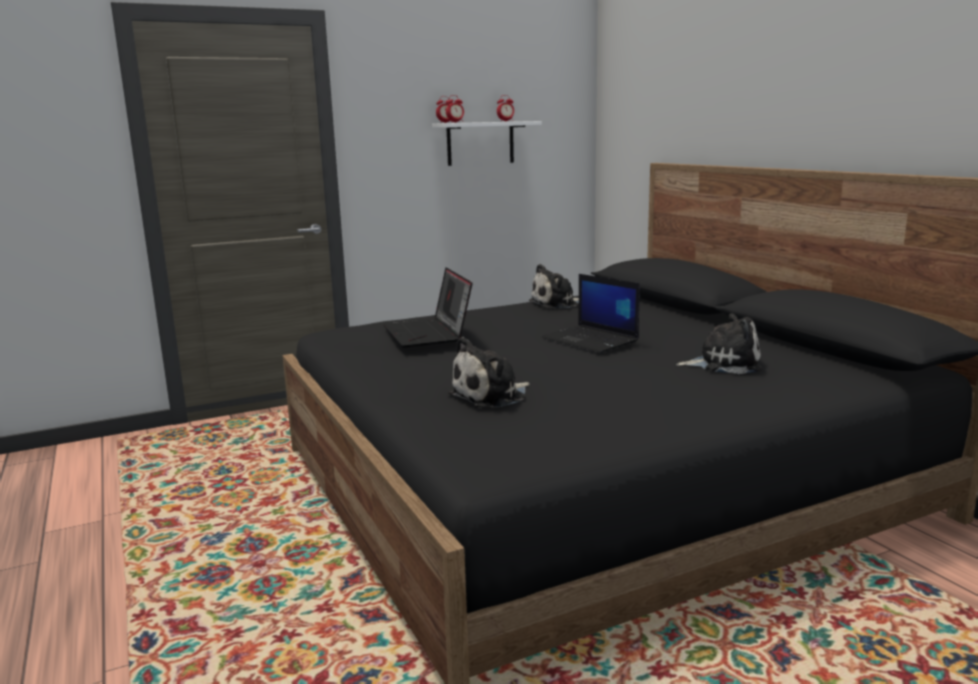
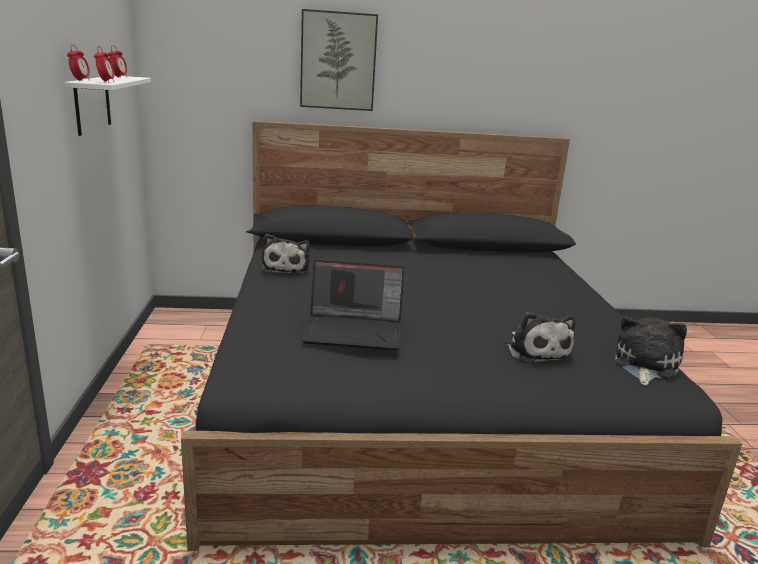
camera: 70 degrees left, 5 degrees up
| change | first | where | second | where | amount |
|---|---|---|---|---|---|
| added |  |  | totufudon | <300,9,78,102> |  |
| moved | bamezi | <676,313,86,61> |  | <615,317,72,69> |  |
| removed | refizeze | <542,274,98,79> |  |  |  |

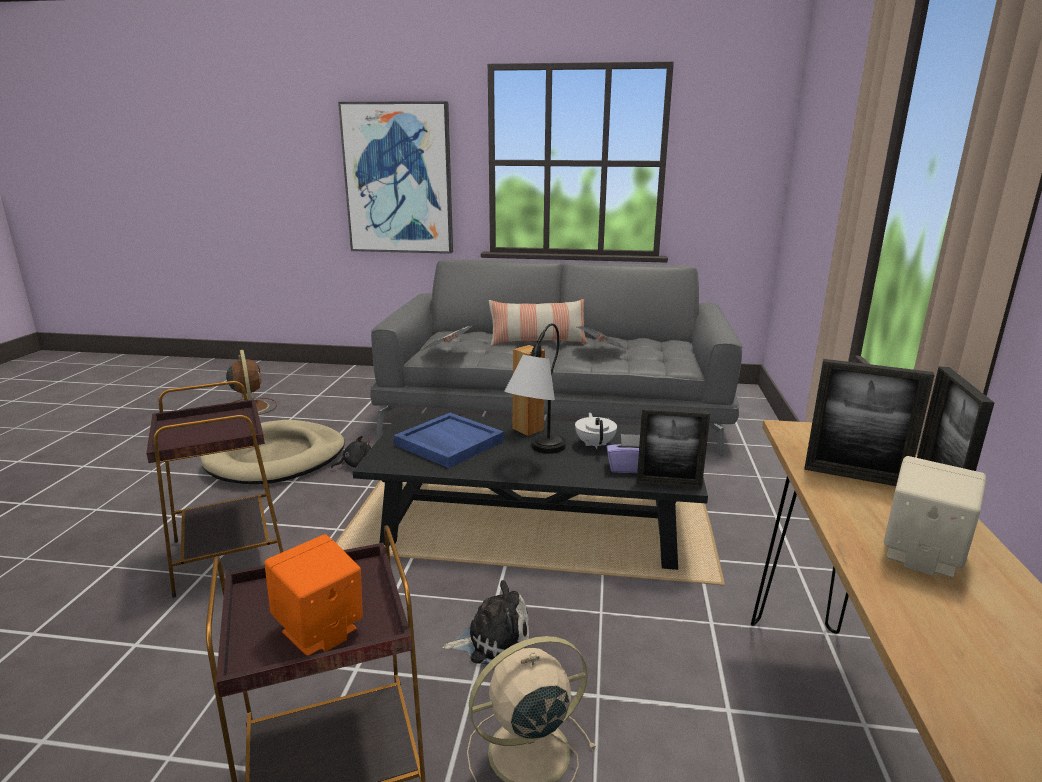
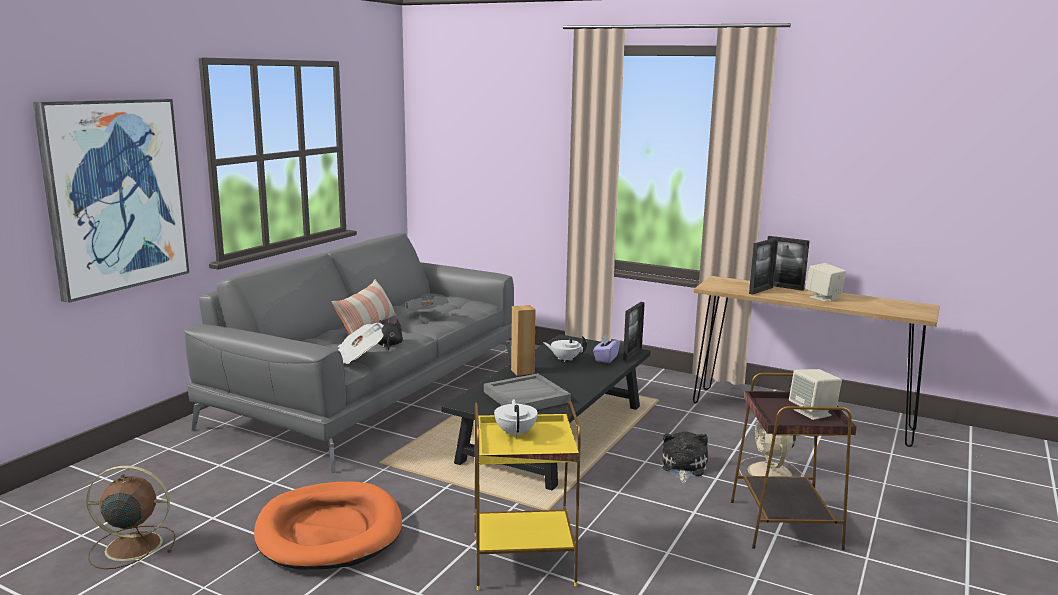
camera: 70 degrees left, 5 degrees down
| change | first | where | second | where | amount |
|---|---|---|---|---|---|
| recoloured | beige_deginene | <200,420,145,64> | orange_deginene | <254,482,148,88> |  |
| moved | black_bamezi | <331,436,40,32> |  | <378,319,25,32> |  |
| recoloured | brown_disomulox | <146,381,137,217> | yellow_disomulox | <475,401,106,189> |  |
| recoloured | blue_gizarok | <394,413,110,55> | grey_gizarok | <484,373,87,37> |  |
| added |  |  | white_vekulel | <494,399,44,39> |  |
| recoloured | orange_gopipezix | <264,534,99,122> | beige_gopipezix | <789,369,53,51> |  |
| removed | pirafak | <505,323,61,131> |  |  |  |

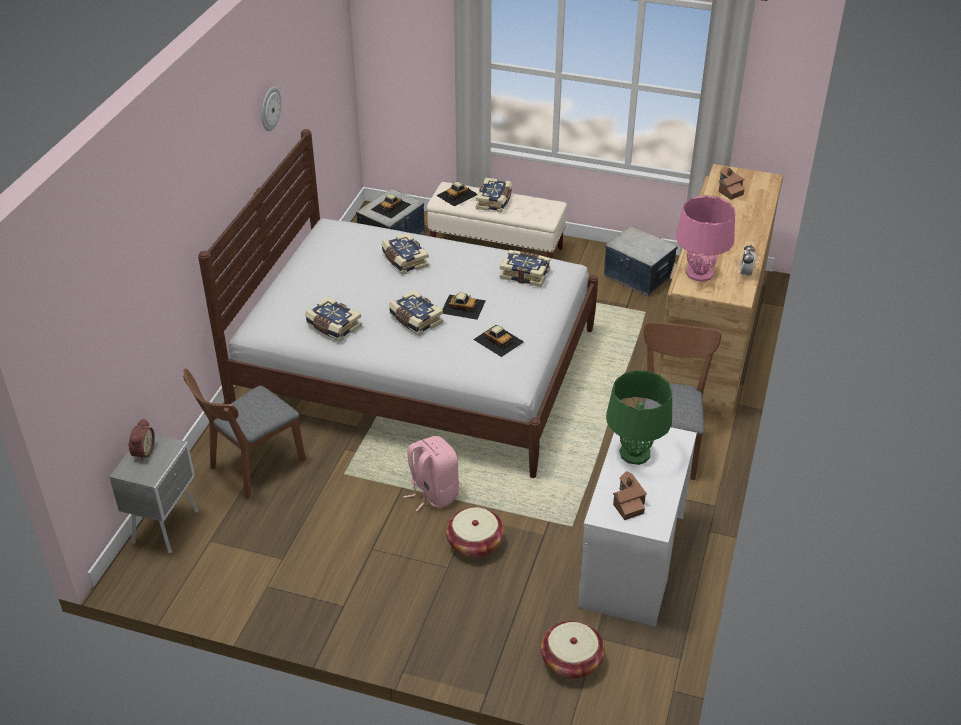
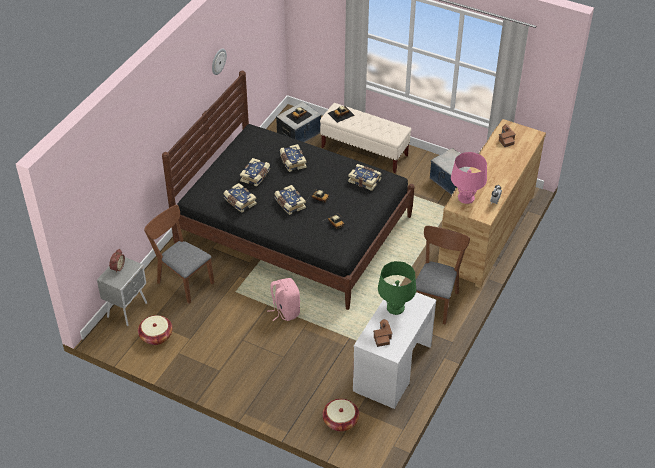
camera: 10 degrees right, 5 degrees up
| change | first | where | second | where | amount |
|---|---|---|---|---|---|
| moved | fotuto | <446,507,58,51> |  | <138,315,35,30> |  |
| turned | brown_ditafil | <183,369,123,130> |  | <144,205,70,99> | 75 degrees clockwise |
| recoloured | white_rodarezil | <198,129,400,349> | black_rodarezil | <162,71,253,239> |  |
| moved | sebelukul | <476,178,36,35> |  | <240,158,30,29> |  |

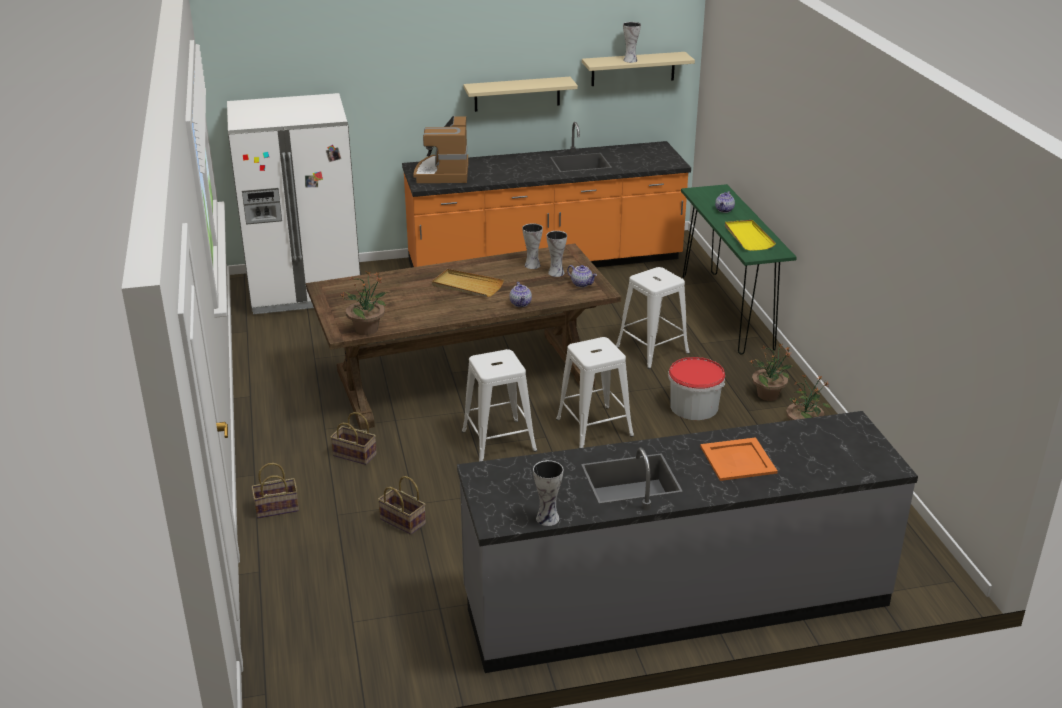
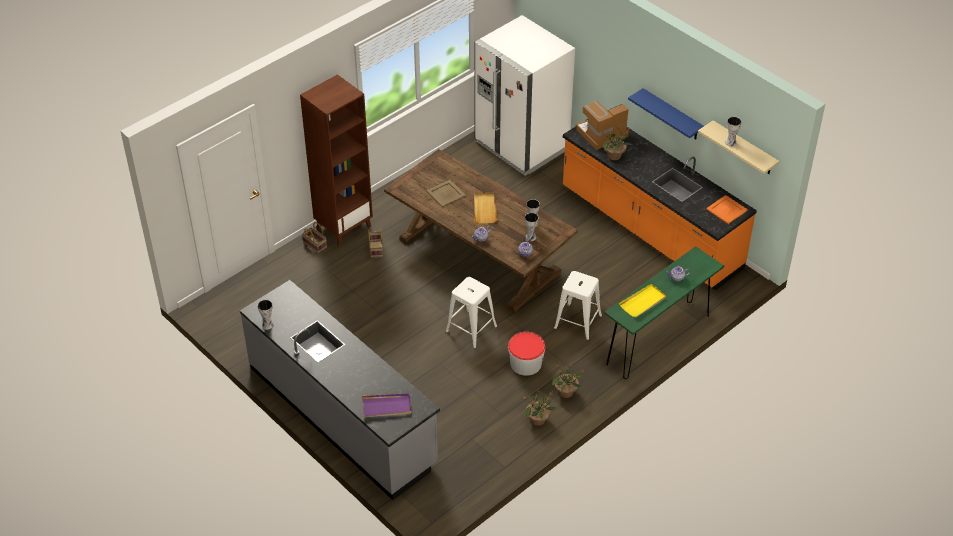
camera: 60 degrees right, 15 degrees up
| change | first | where | second | where | amount |
|---|---|---|---|---|---|
| added |  |  | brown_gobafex | <300,74,73,172> |  |
| added |  |  | purple_gizarok | <362,394,49,23> |  |
| added |  |  | beige_gizarok | <427,180,39,27> |  |
| moved | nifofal | <340,271,47,64> |  | <602,125,30,35> |  |
| recoloured | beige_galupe | <463,77,115,35> | blue_galupe | <628,88,76,51> |  |
| moved | orange_gizarok | <700,437,78,44> |  | <706,195,42,29> |  |
| removed | fotuto | <378,476,48,59> |  |  |  |
| removed | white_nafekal | <462,349,75,112> |  |  |  |

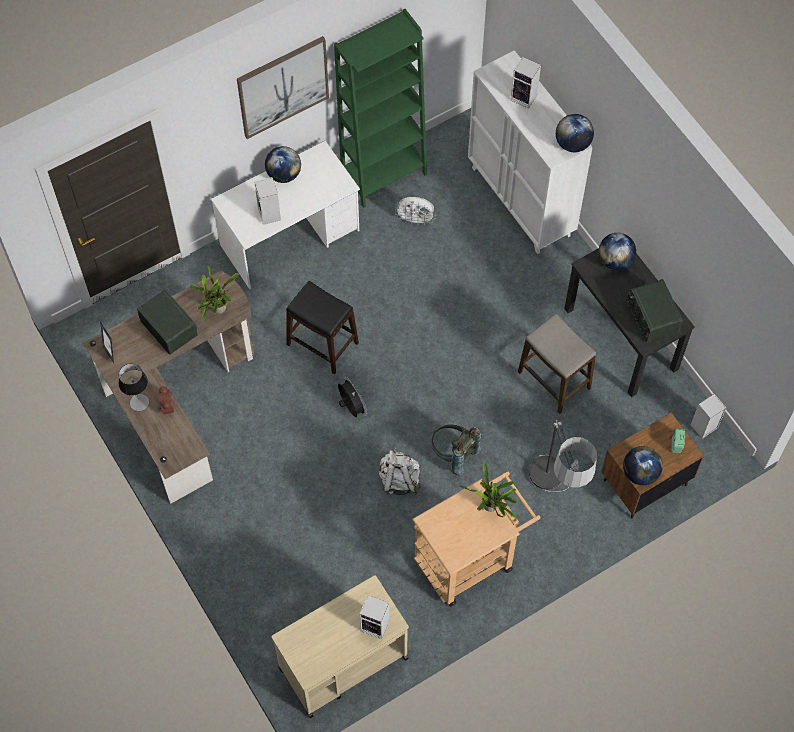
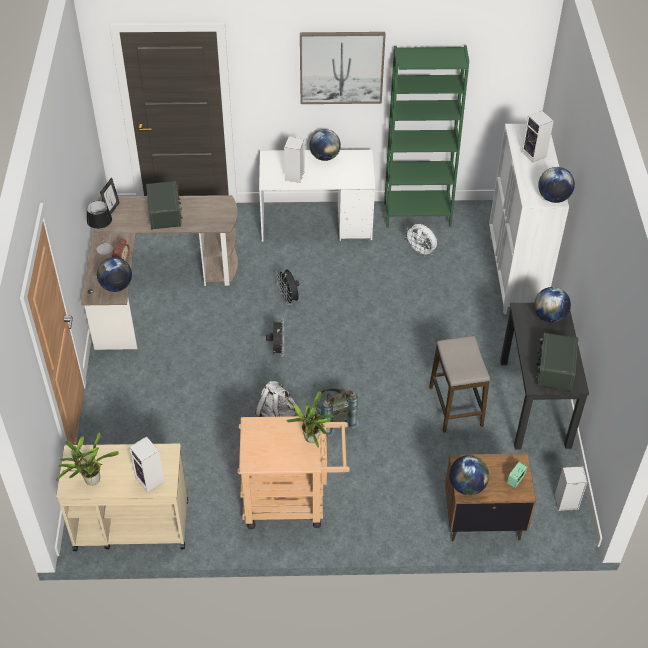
camera: 30 degrees right, 15 degrees down
| change | first | where | second | where | amount |
|---|---|---|---|---|---|
| moved | nifofal | <190,266,49,56> |  | <56,433,63,53> |  |
| added |  |  | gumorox | <97,257,35,35> |  |
| replaced | black_nafekal | <286,281,73,93> | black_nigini | <276,270,23,35> |  |
| removed | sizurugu | <529,420,68,72> |  |  |  |

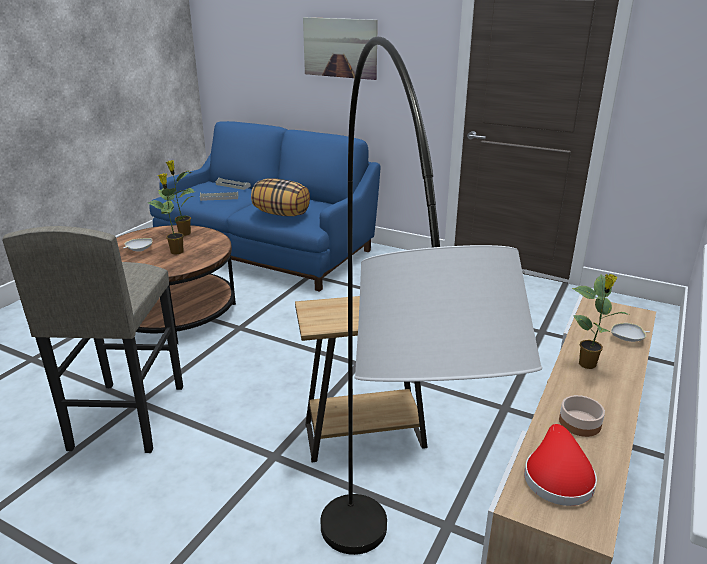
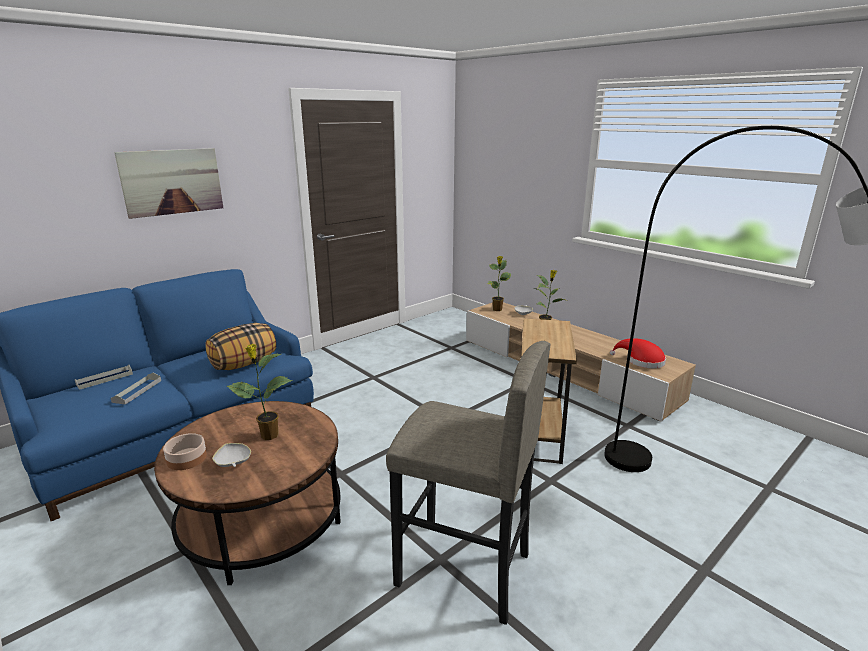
camera: 70 degrees left, 5 degrees down
| change | first | where | second | where | amount |
|---|---|---|---|---|---|
| moved | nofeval | <559,395,46,42> |  | <163,433,44,37> |  |
| moved | nifofal | <158,160,37,76> |  | <487,256,24,55> |  |

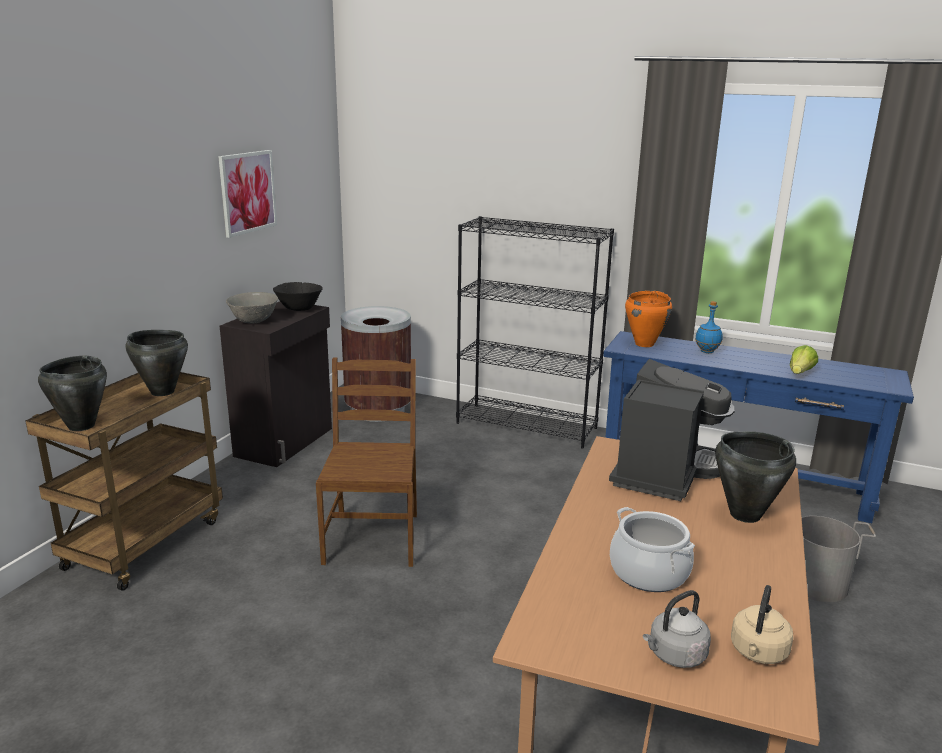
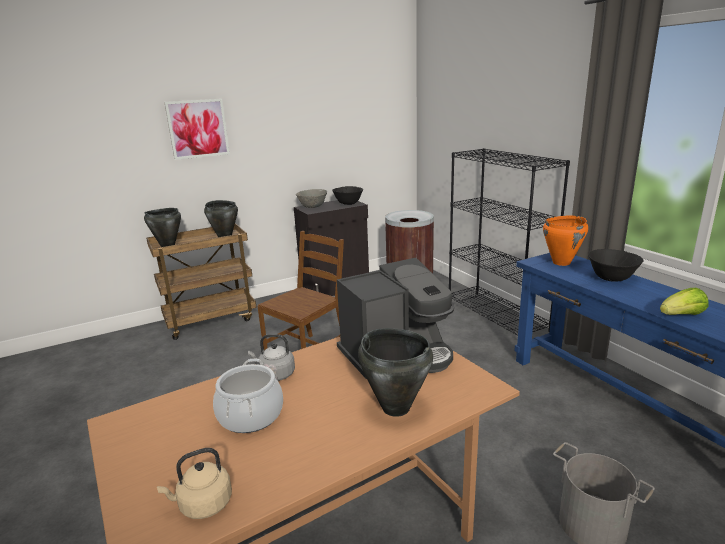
camera: 40 degrees right, 0 degrees up
| change | first | where | second | where | amount |
|---|---|---|---|---|---|
| moved | totufudon | <218,150,59,88> |  | <164,99,66,61> |  |
| moved | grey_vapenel | <643,590,68,78> |  | <248,334,47,47> |  |
| replaced | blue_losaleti | <695,301,28,52> | black_nofeval | <588,249,56,33> |  |

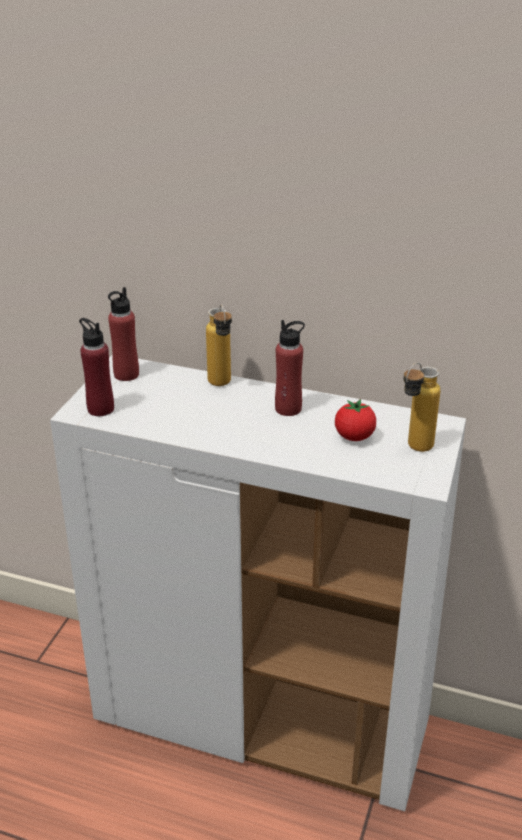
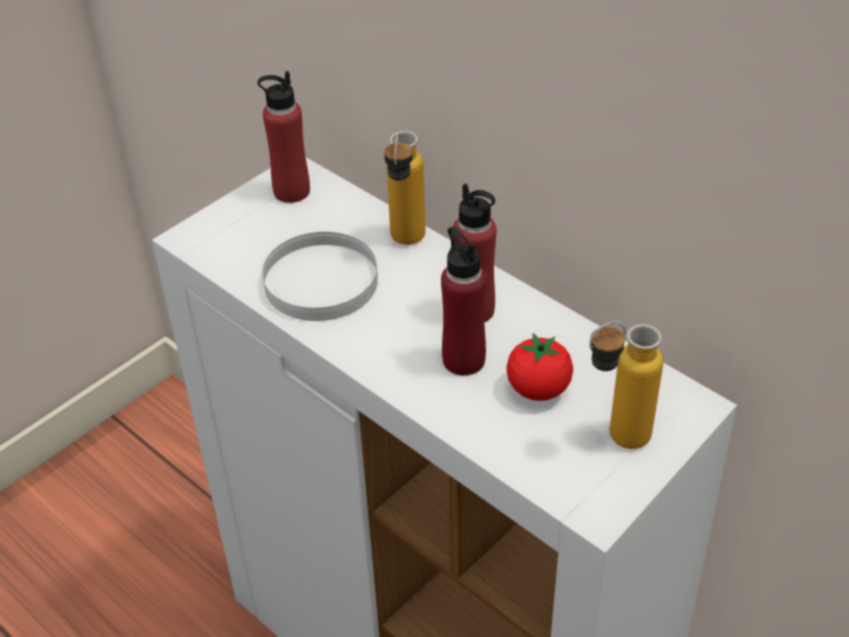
camera: 25 degrees right, 10 degrees up
| change | first | where | second | where | amount |
|---|---|---|---|---|---|
| added |  |  | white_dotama | <262,232,116,89> |  |
| moved | red_losaleti | <79,318,35,98> |  | <441,227,46,149> |  |

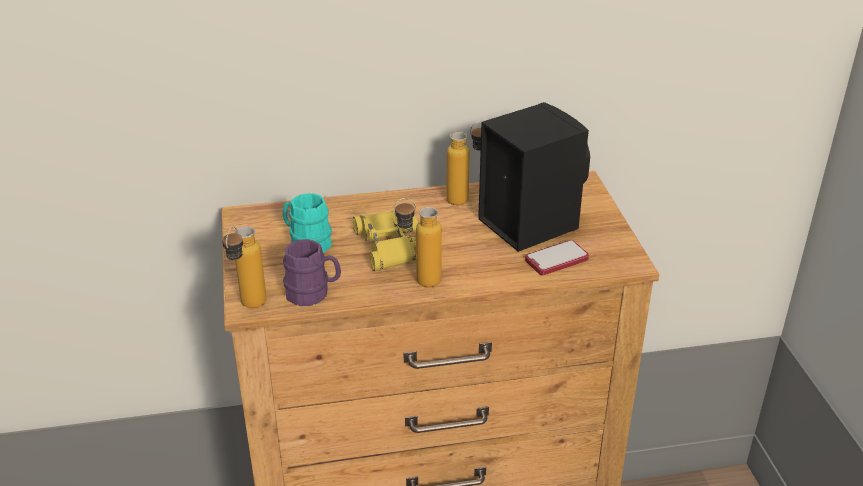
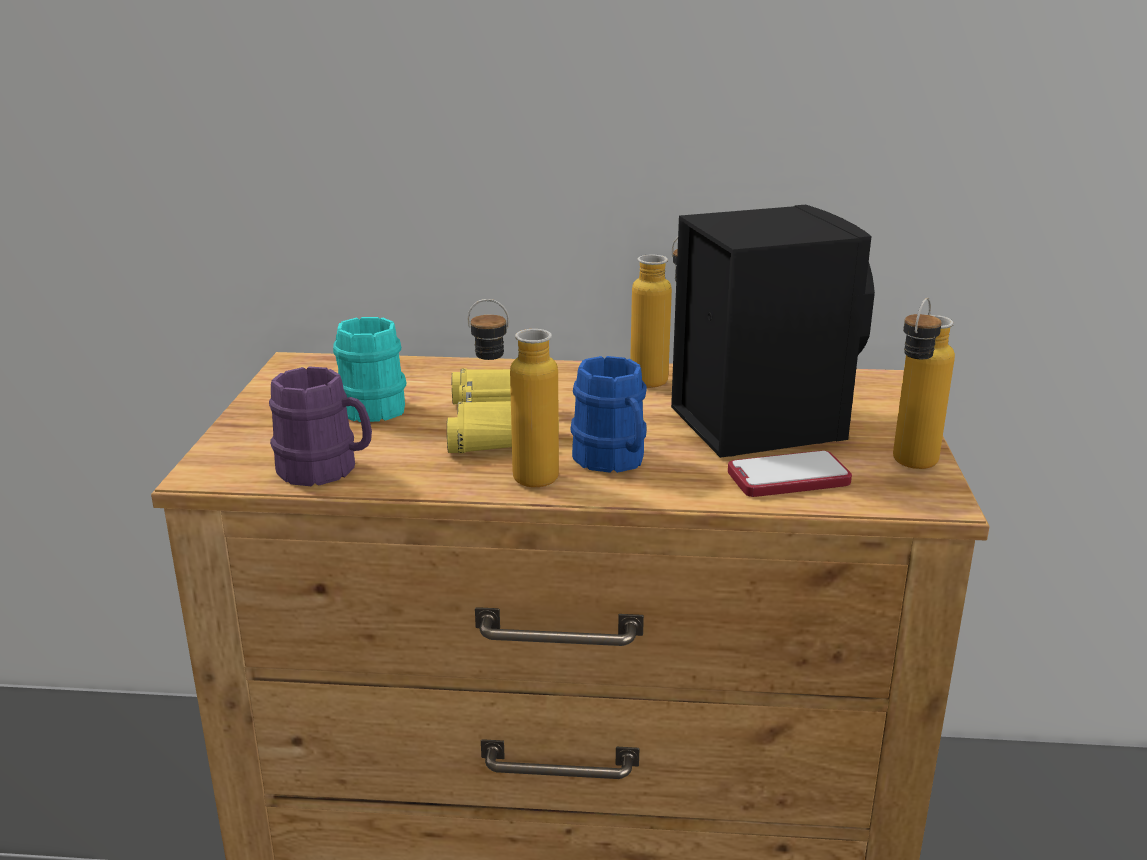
camera: 15 degrees right, 10 degrees down
| change | first | where | second | where | amount |
|---|---|---|---|---|---|
| added |  |  | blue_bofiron | <570,356,77,117> |  |
| moved | losaleti | <222,226,45,82> |  | <893,298,62,171> |  |

